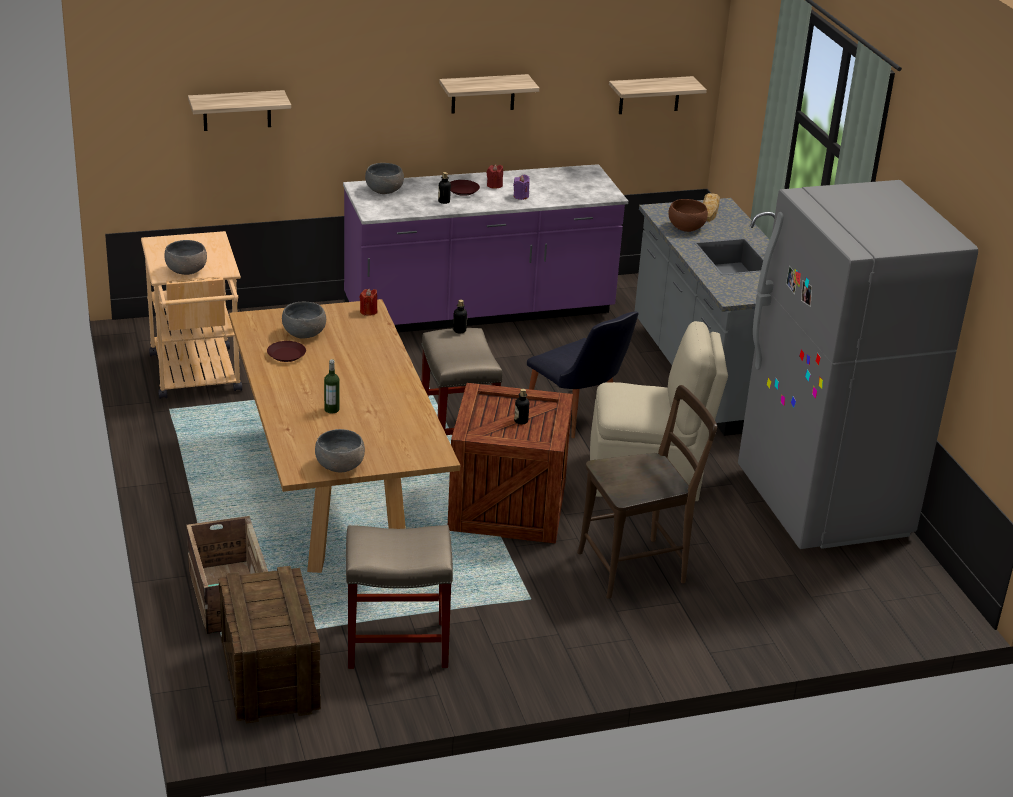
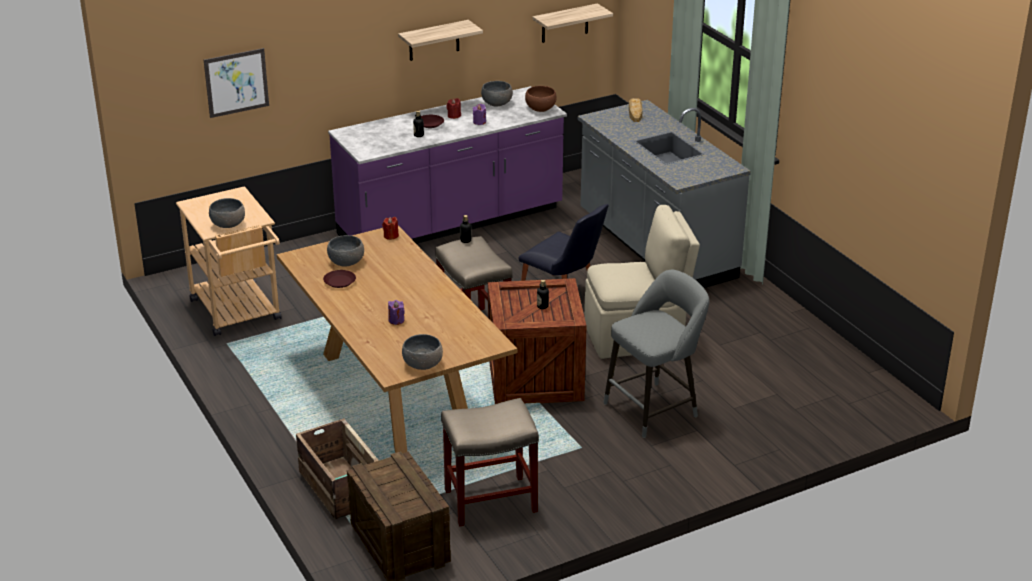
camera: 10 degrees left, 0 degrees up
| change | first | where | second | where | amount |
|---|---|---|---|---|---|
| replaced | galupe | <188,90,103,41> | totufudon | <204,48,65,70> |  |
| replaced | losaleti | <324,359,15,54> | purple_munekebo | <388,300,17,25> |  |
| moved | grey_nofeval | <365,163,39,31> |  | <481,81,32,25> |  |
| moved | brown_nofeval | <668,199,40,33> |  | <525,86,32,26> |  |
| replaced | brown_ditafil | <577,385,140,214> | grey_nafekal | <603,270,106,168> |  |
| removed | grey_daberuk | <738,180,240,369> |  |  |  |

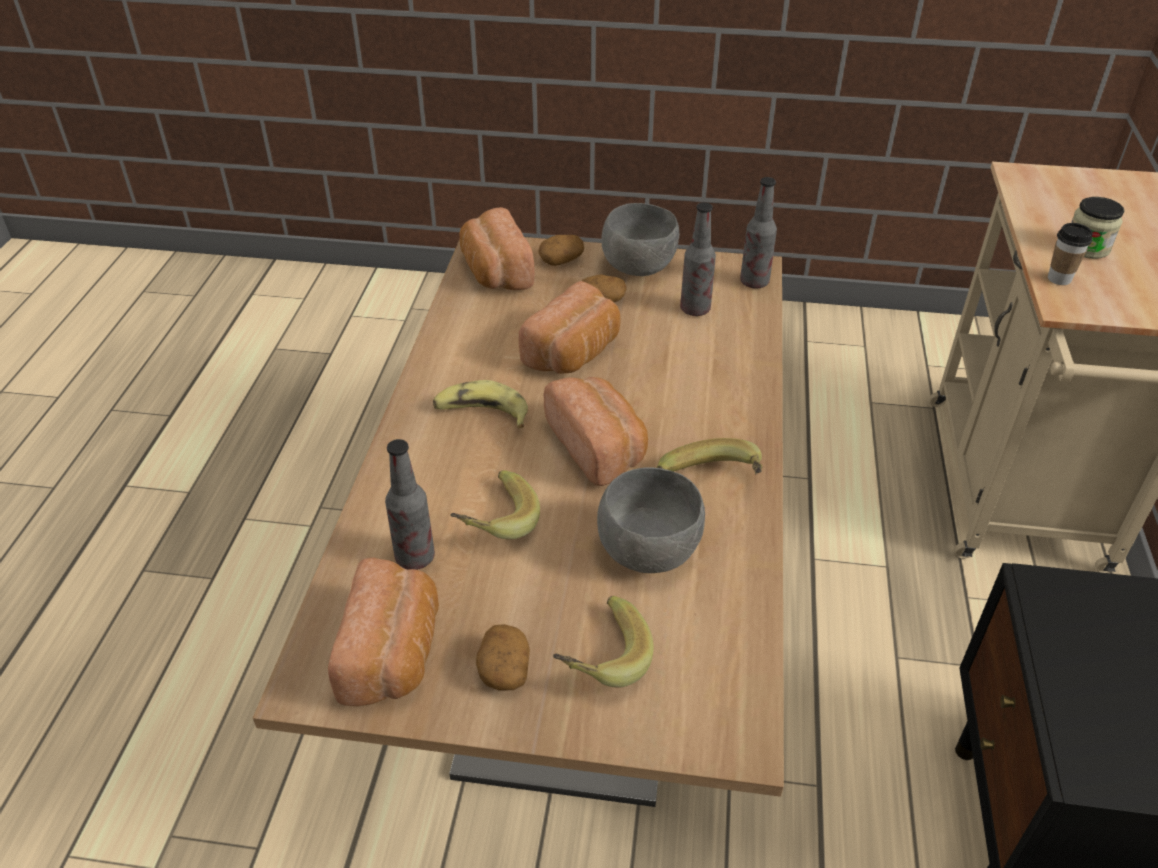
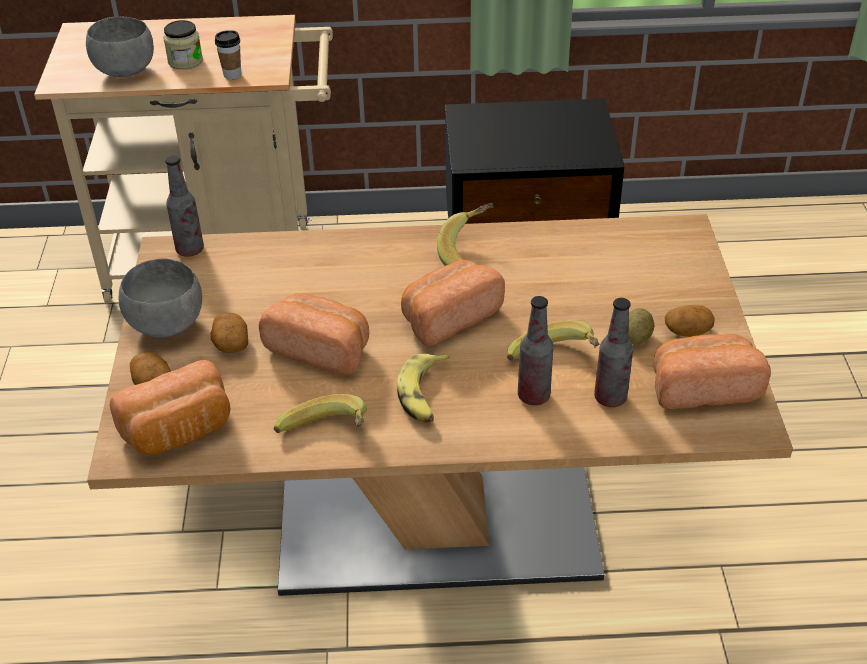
camera: 100 degrees left, 0 degrees up
| change | first | where | second | where | amount |
|---|---|---|---|---|---|
| moved | grey_nofeval | <597,467,108,106> |  | <86,16,68,61> |  |
| moved | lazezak | <553,596,101,92> |  | <274,394,93,39> |  |
| moved | losaleti | <680,202,36,114> |  | <518,296,35,109> |  |
| added |  |  | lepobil | <628,308,26,36> |  |

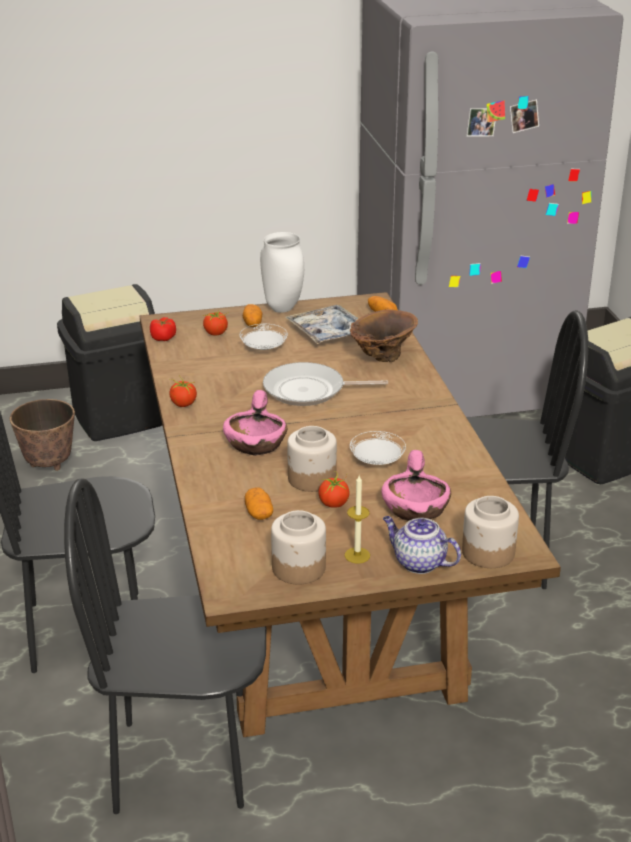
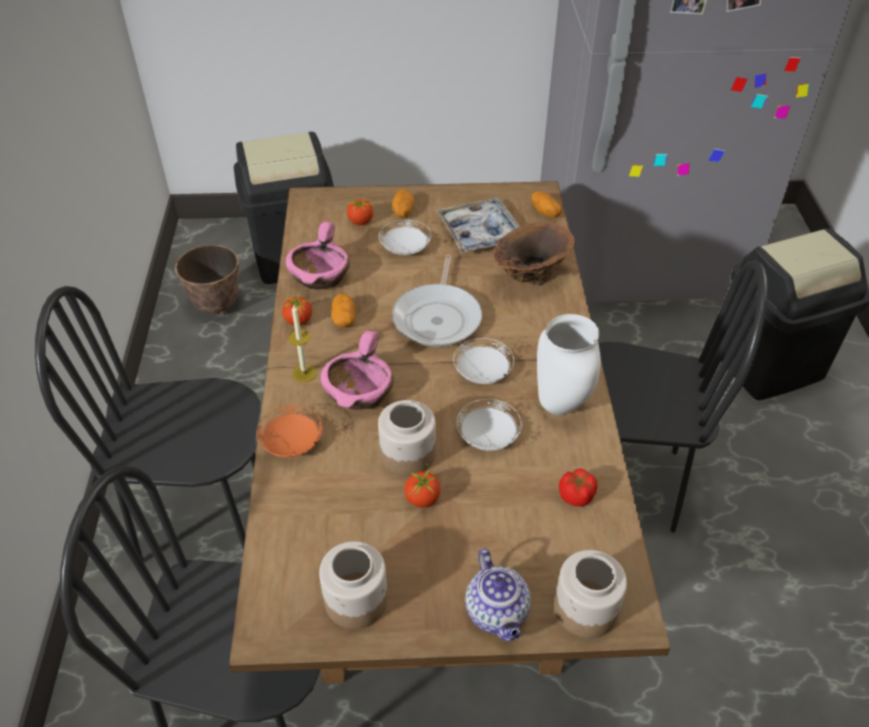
camera: 10 degrees right, 15 degrees up
| change | first | where | second | where | amount |
|---|---|---|---|---|---|
| added |  |  | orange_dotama | <256,405,67,53> |  |
| moved | pink_nofeval | <381,450,70,71> |  | <286,222,64,68> |  |
| moved | munekebo | <345,475,25,89> |  | <288,305,29,78> |  |
| moved | lepobil | <245,487,28,33> |  | <331,293,25,34> |  |
| turned | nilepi | <263,362,125,44> |  | <392,255,90,92> | 90 degrees counterclockwise |
| added |  |  | white_dotama | <453,338,61,46> |  |
| turned | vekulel | <383,516,78,58> |  | <465,548,66,93> | 150 degrees counterclockwise |
| moved | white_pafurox | <260,232,44,81> |  | <537,314,64,101> |  |
| moved | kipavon | <150,317,26,24> |  | <559,469,39,38> |  |

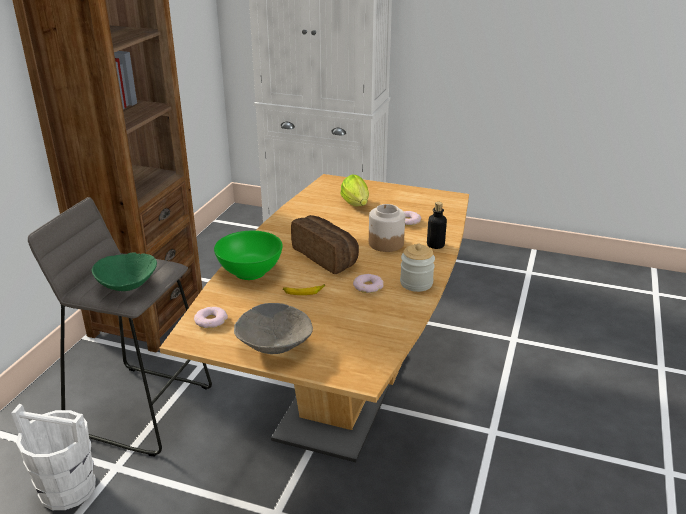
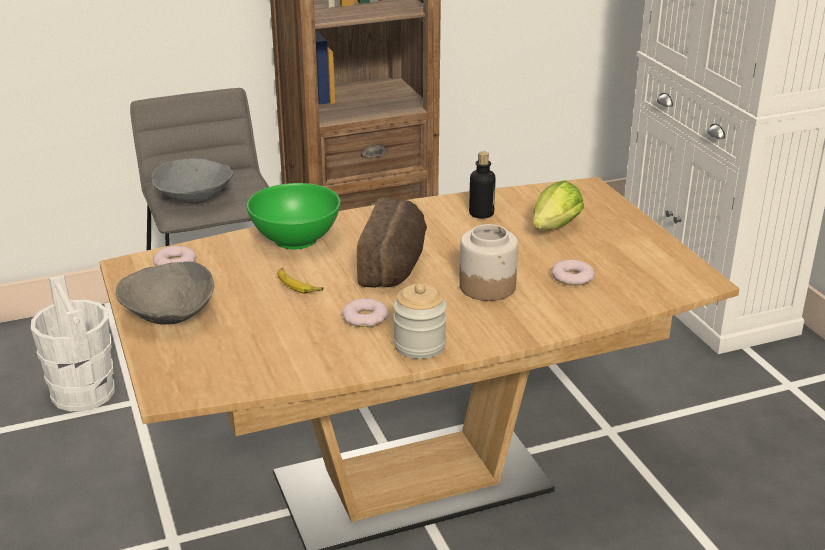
camera: 50 degrees right, 0 degrees up
| change | first | where | second | where | amount |
|---|---|---|---|---|---|
| recoloured | green_nofeval | <92,253,65,38> | grey_nofeval | <151,158,83,46> |  |
| moved | losaleti | <427,202,20,47> |  | <469,151,27,68> |  |

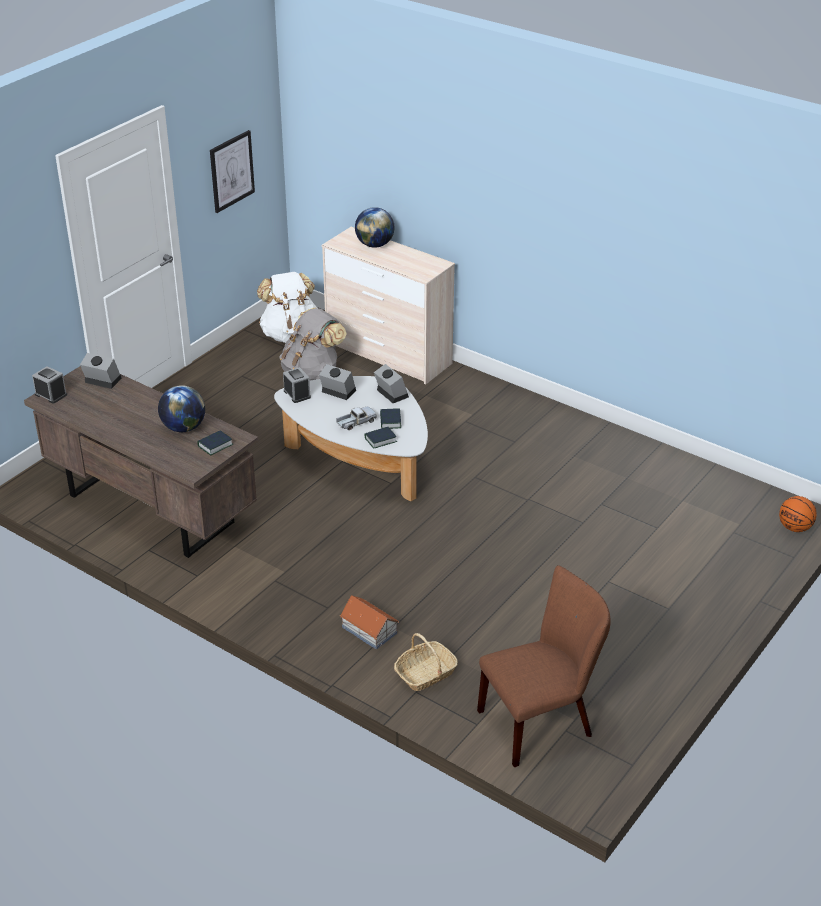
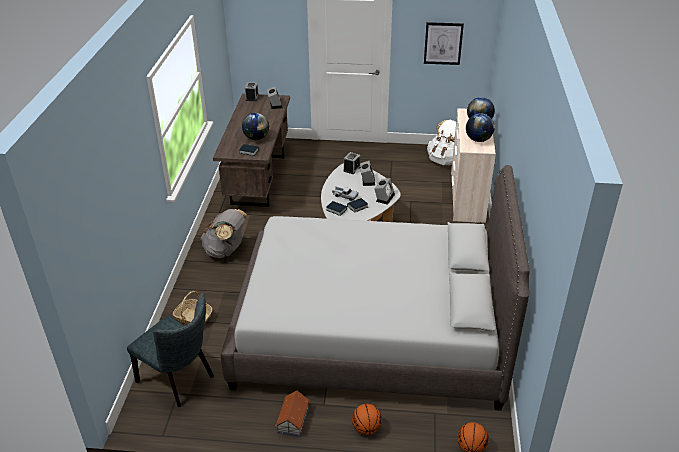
camera: 60 degrees right, 0 degrees up
| change | first | where | second | where | amount |
|---|---|---|---|---|---|
| recoloured | brown_ditafil | <477,565,134,202> | grey_ditafil | <127,293,87,114> |  |
| moved | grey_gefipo | <279,308,68,73> |  | <200,209,47,49> |  |
| added |  |  | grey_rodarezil | <221,165,309,246> |  |
| moved | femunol | <340,596,59,53> |  | <275,391,35,46> |  |
| added |  |  | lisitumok | <352,404,30,31> |  |
| added |  |  | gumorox | <466,113,28,29> |  |

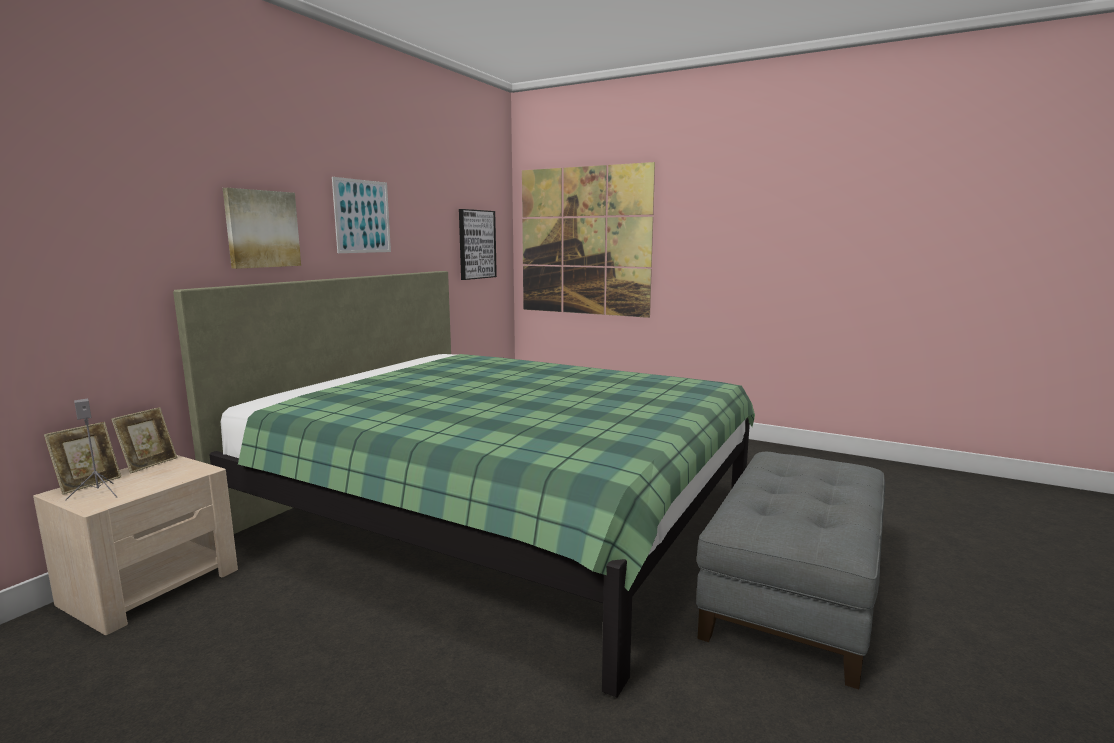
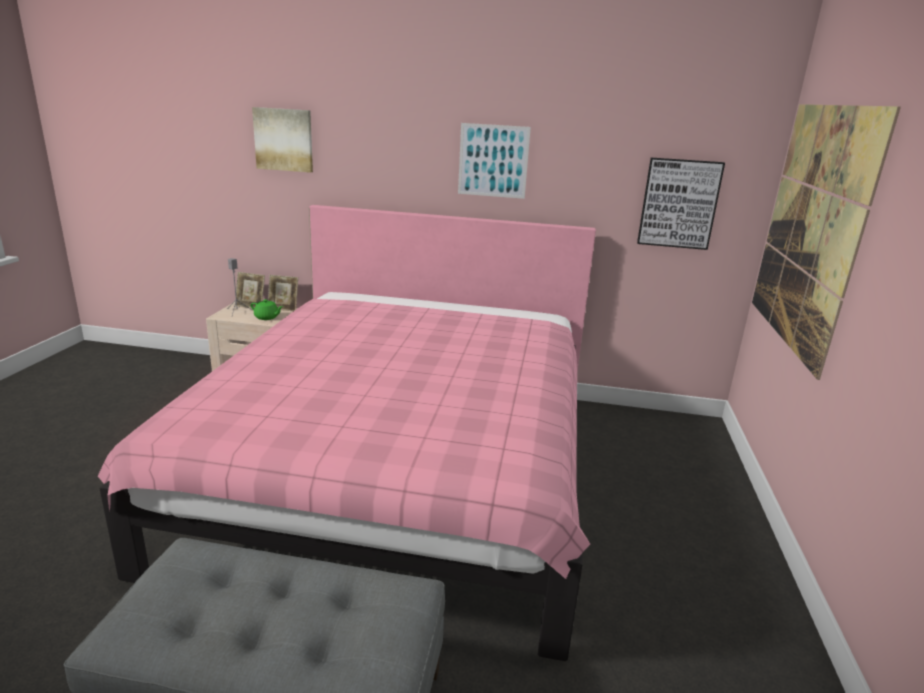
camera: 70 degrees right, 10 degrees up
| change | first | where | second | where | amount |
|---|---|---|---|---|---|
| recoloured | green_rodarezil | <173,271,582,426> | pink_rodarezil | <98,205,498,456> |  |
| added |  |  | green_vekulel | <251,299,32,21> |  |
| moved | totufudon | <223,188,78,81> |  | <252,107,61,66> |  |

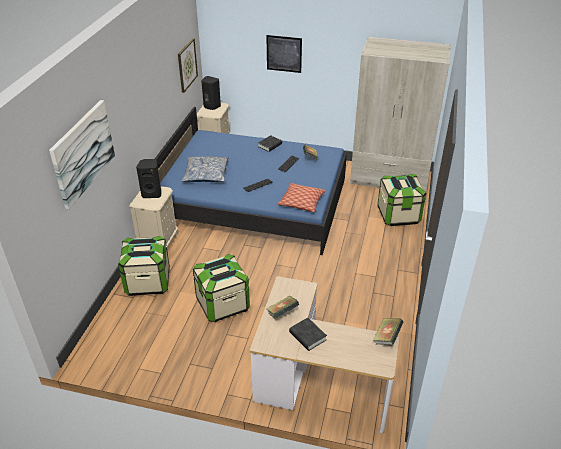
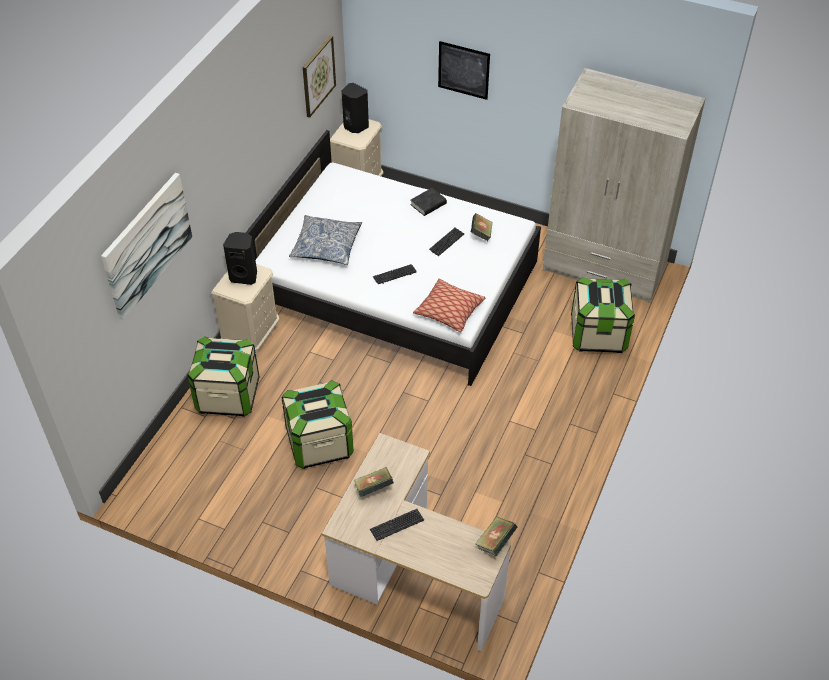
camera: 10 degrees right, 10 degrees up
| change | first | where | second | where | amount |
|---|---|---|---|---|---|
| recoloured | blue_rodarezil | <154,107,193,148> | white_rodarezil | <246,130,295,256> |  |
| replaced | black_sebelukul | <289,317,38,34> | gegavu | <370,509,54,32> |  |

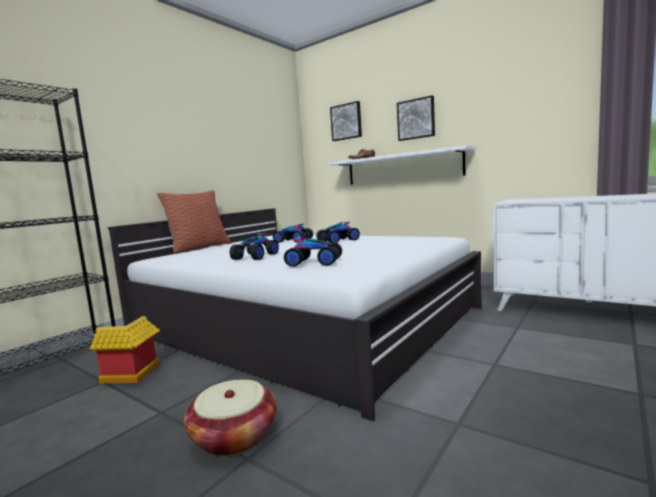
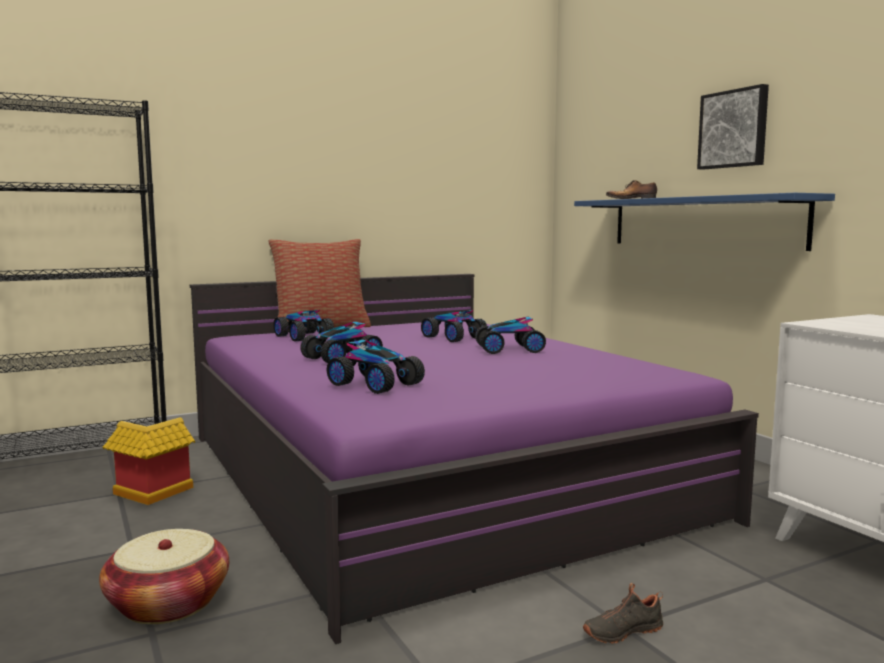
camera: 25 degrees right, 0 degrees up
| change | first | where | second | where | amount |
|---|---|---|---|---|---|
| recoloured | white_rodarezil | <108,208,373,214> | purple_rodarezil | <190,274,569,370> |  |
| added |  |  | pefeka | <273,310,61,32> |  |
| recoloured | white_galupe | <329,145,147,40> | blue_galupe | <574,193,261,58> |  |
| added |  |  | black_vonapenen | <583,583,80,61> |  |
| removed | totufudon | <330,101,32,40> |  |  |  |

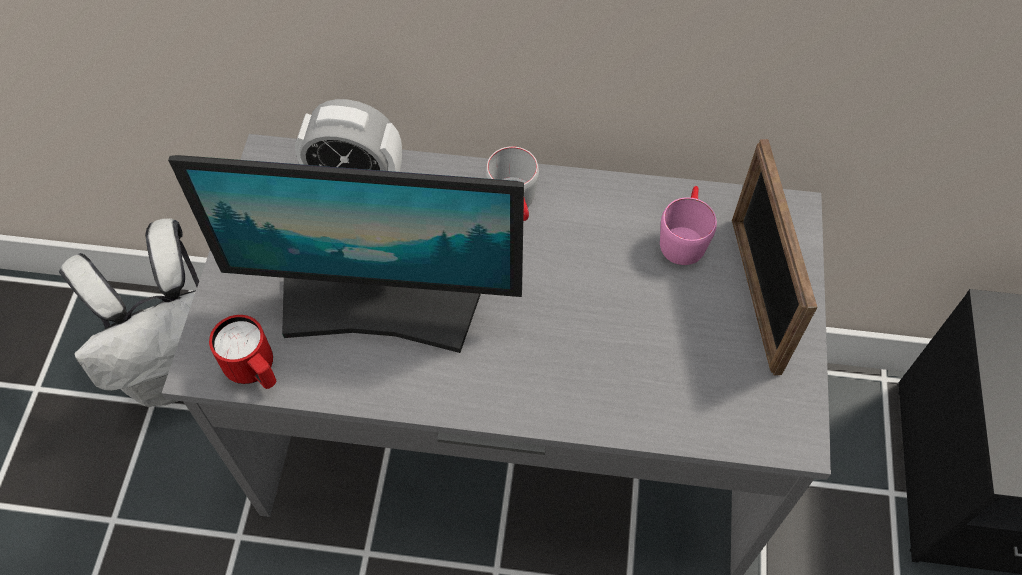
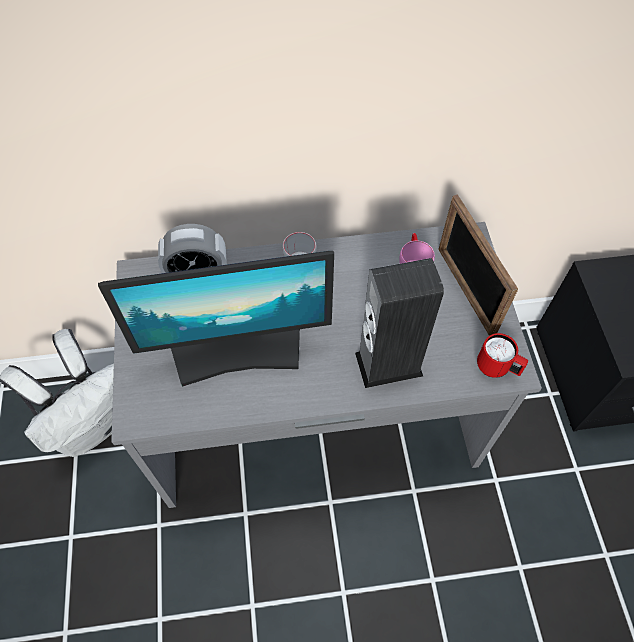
camera: 15 degrees left, 0 degrees up
| change | first | where | second | where | amount |
|---|---|---|---|---|---|
| added |  |  | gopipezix | <355,258,89,130> |  |
| moved | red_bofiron | <209,315,67,74> |  | <477,333,51,45> |  |

